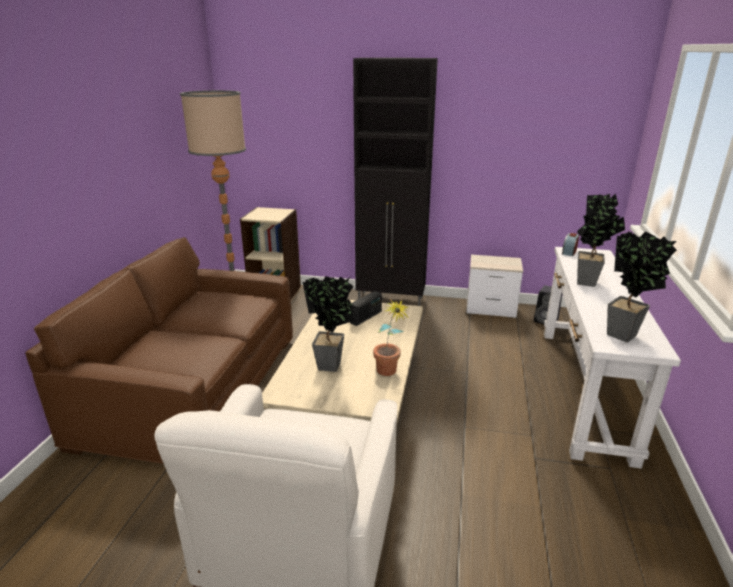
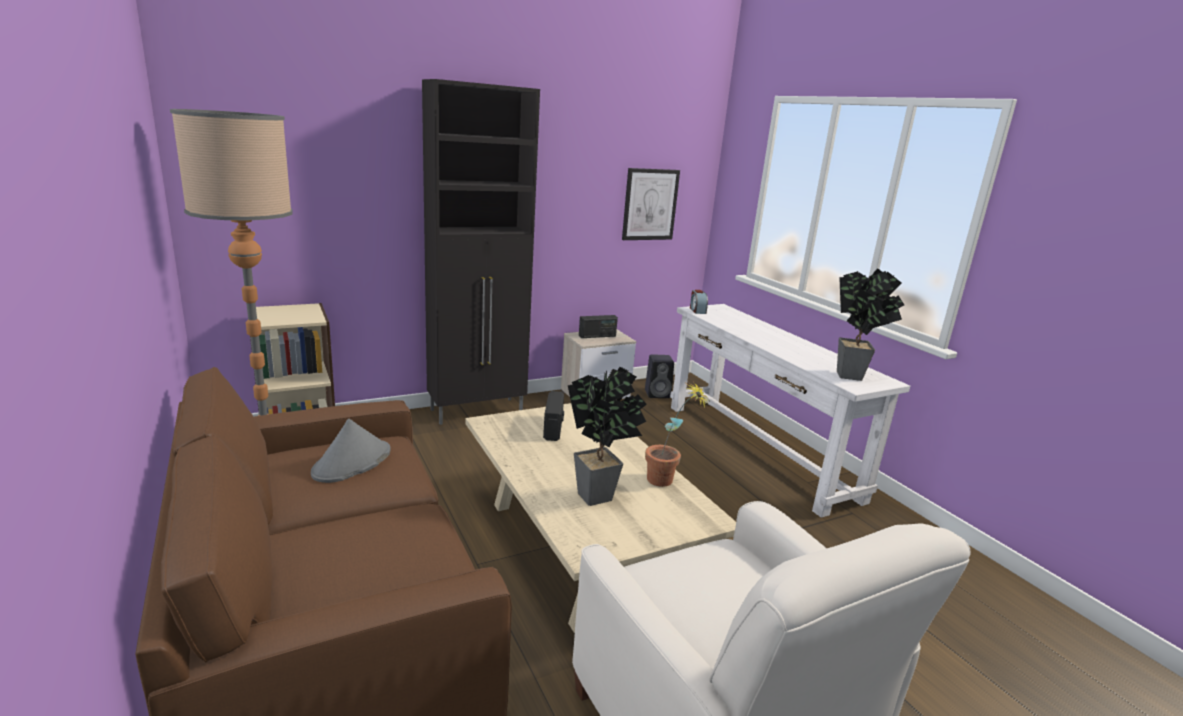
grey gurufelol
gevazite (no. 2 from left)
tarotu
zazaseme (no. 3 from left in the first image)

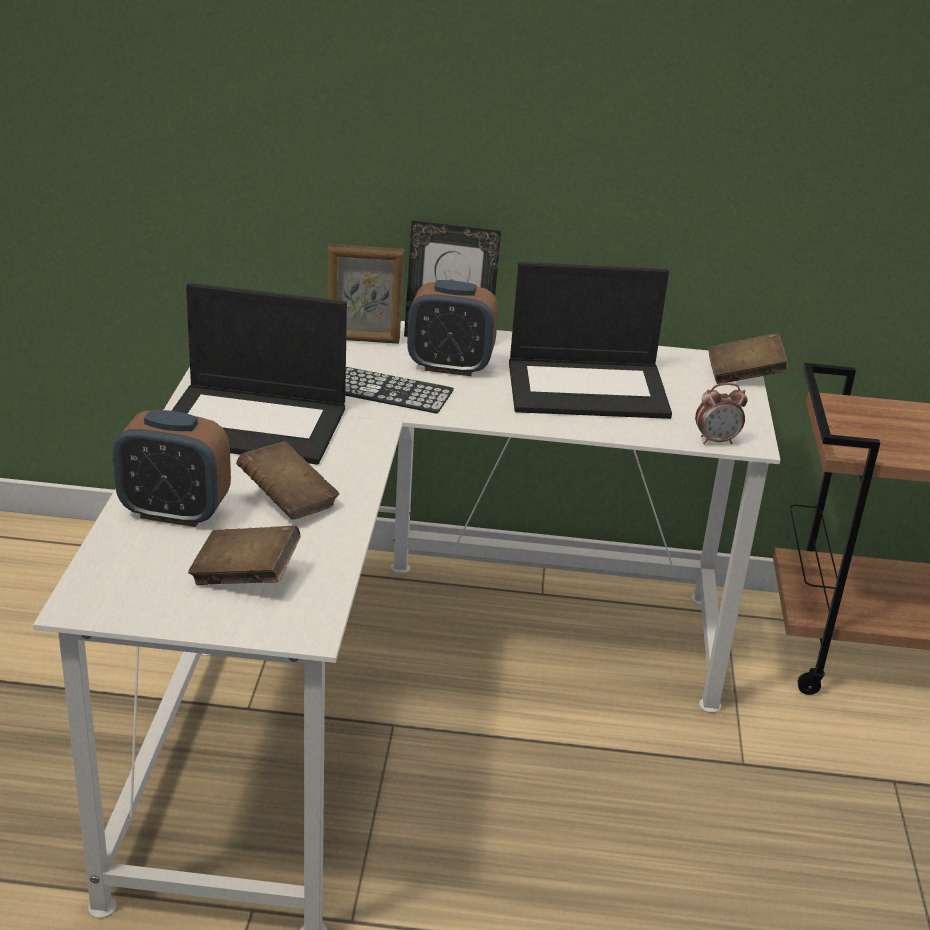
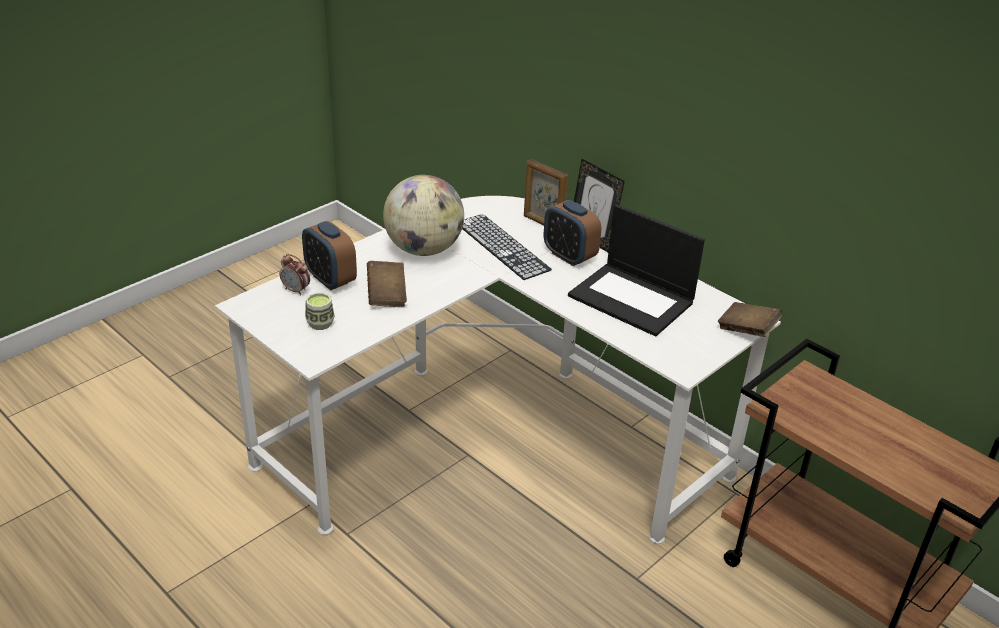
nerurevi (no. 1 from left)
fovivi
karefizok

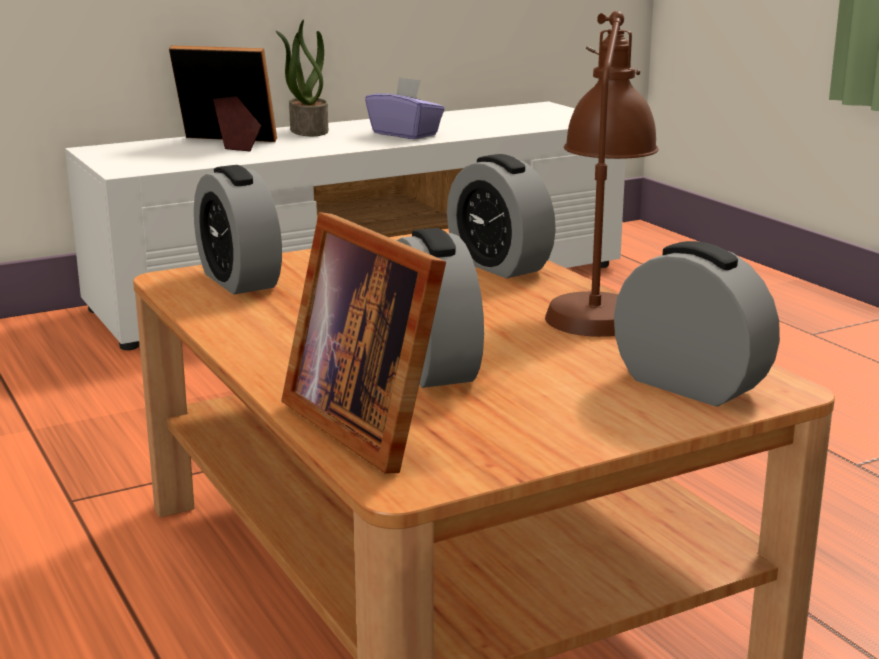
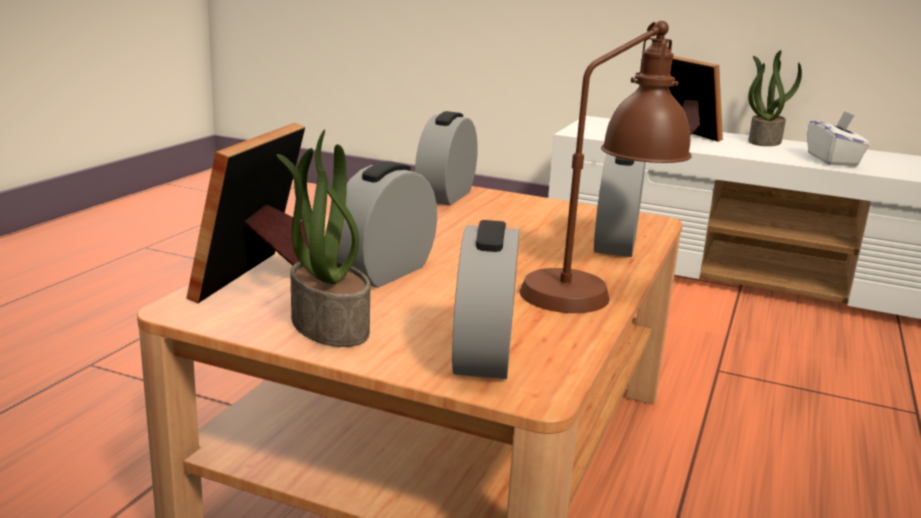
zazaseme (no. 1 from left)
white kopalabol

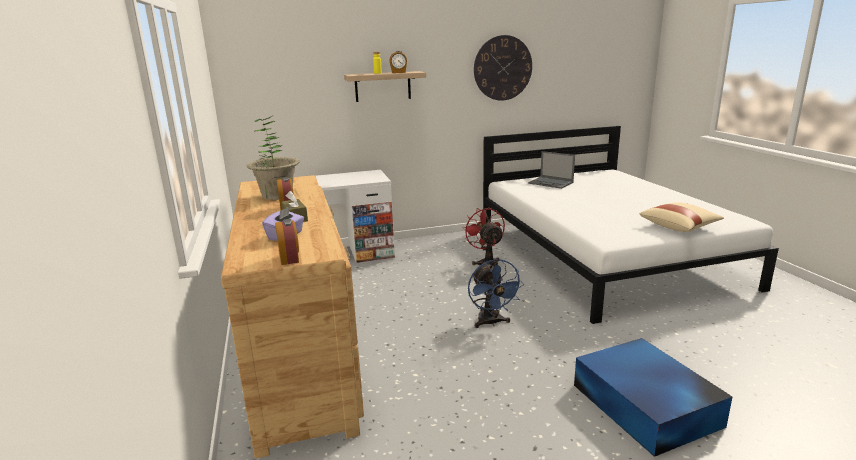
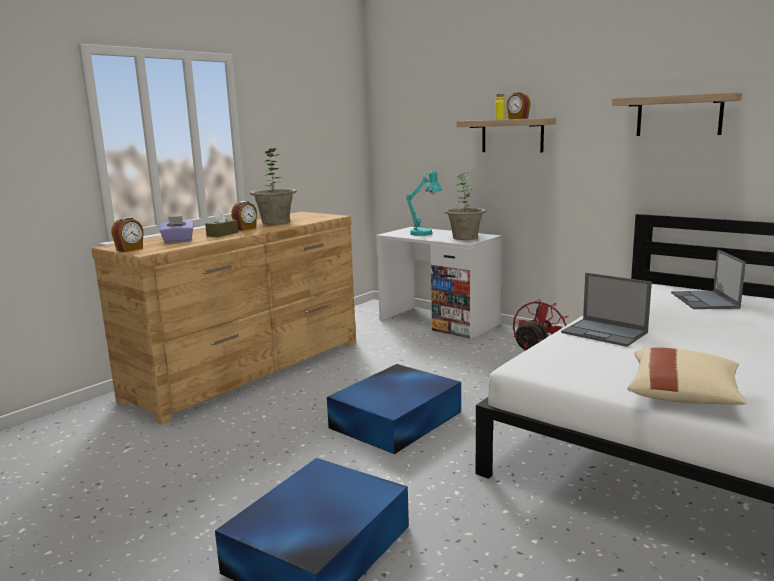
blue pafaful (no. 2 from left)
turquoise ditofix
zazaseme (no. 2 from left)
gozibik (no. 1 from left)
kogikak (no. 2 from left)

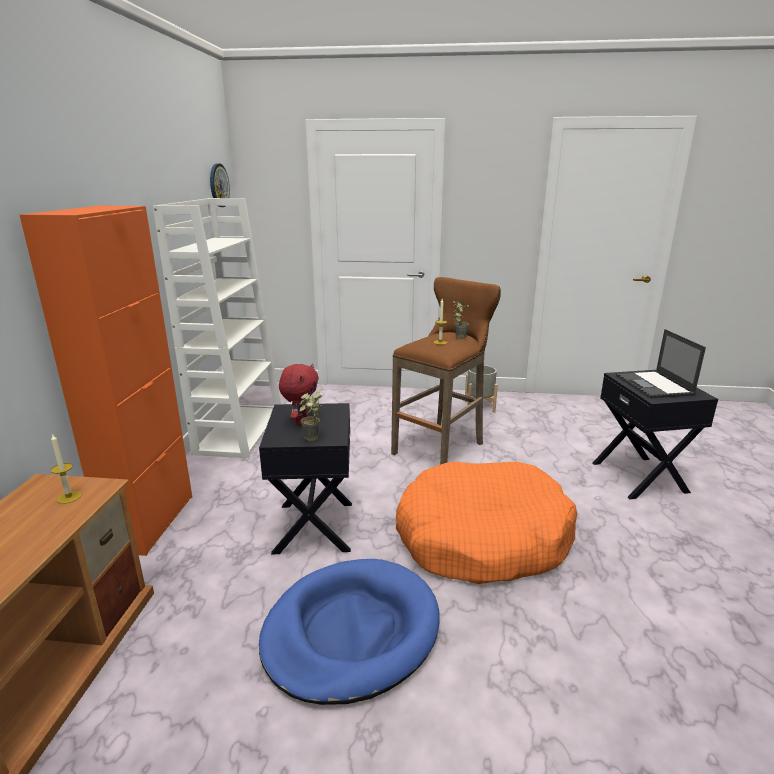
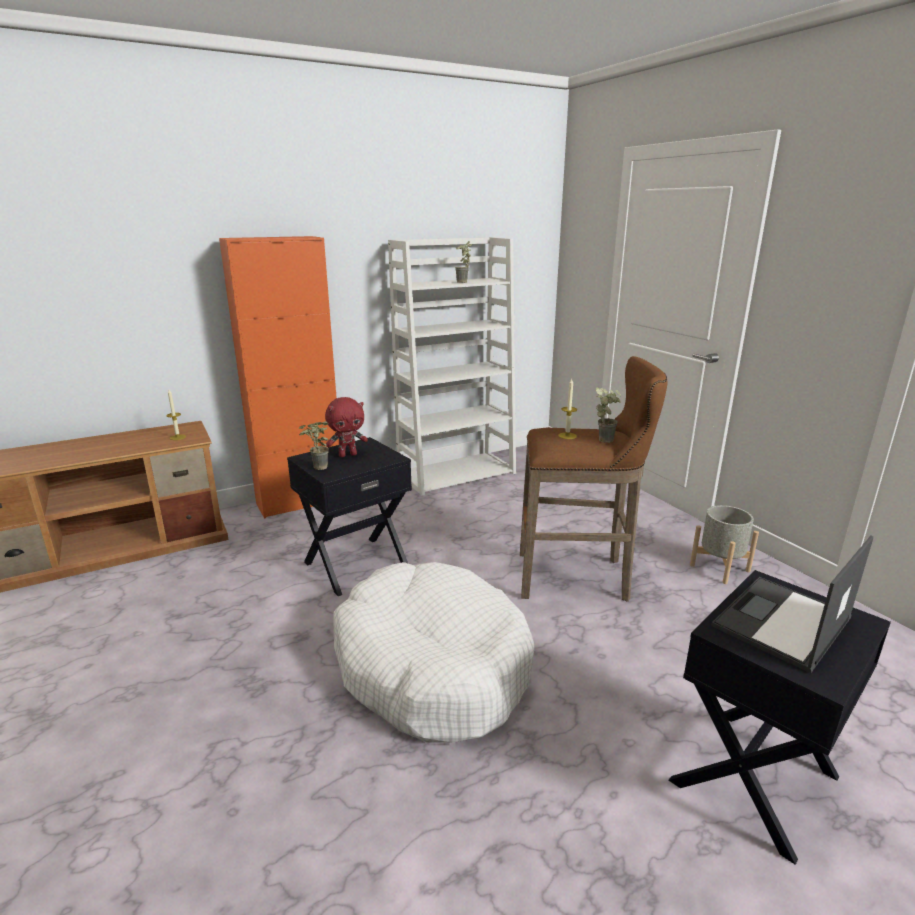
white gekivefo
zazaseme (no. 2 from left)
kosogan
blue gekivefo

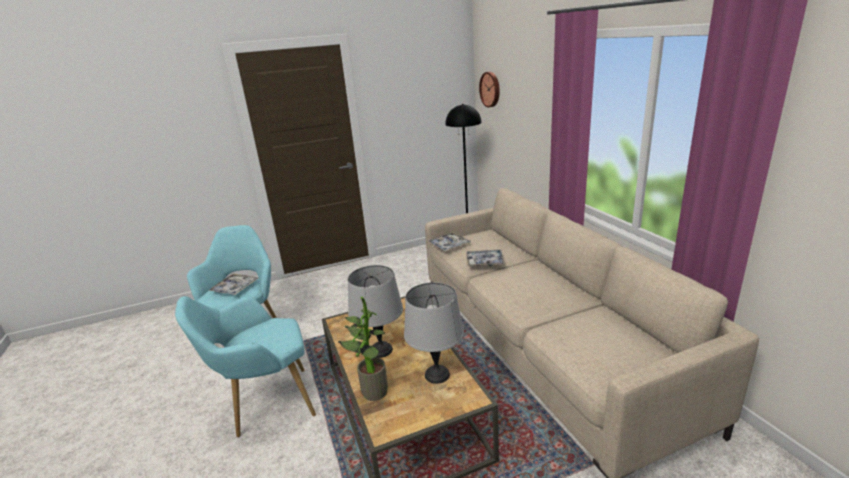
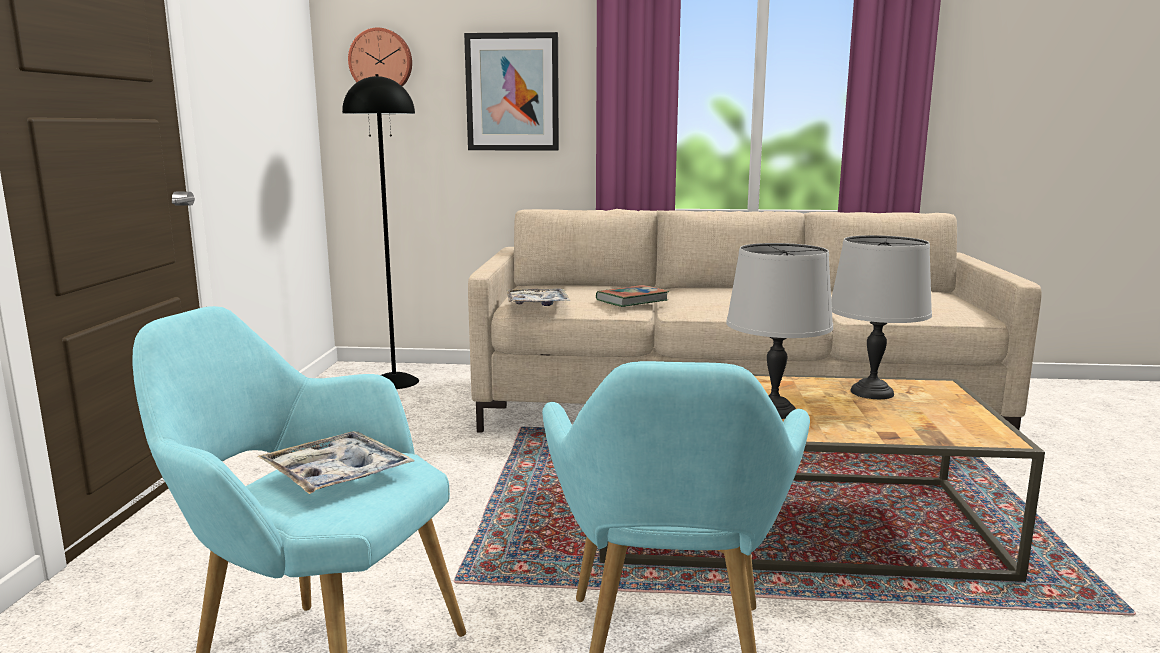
tarotu
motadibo
zazaseme

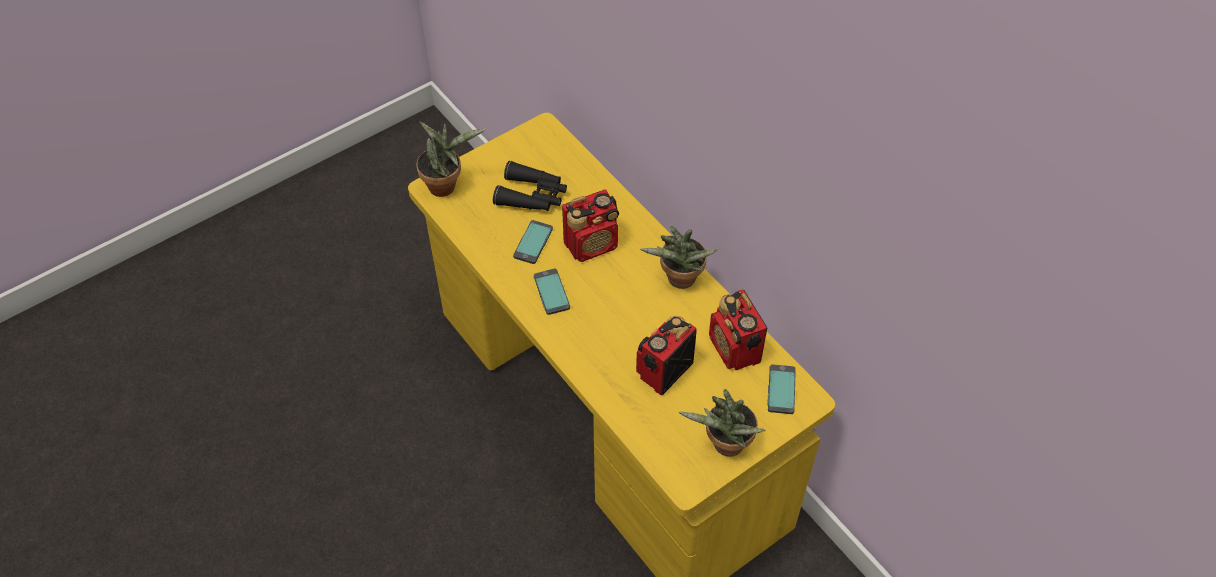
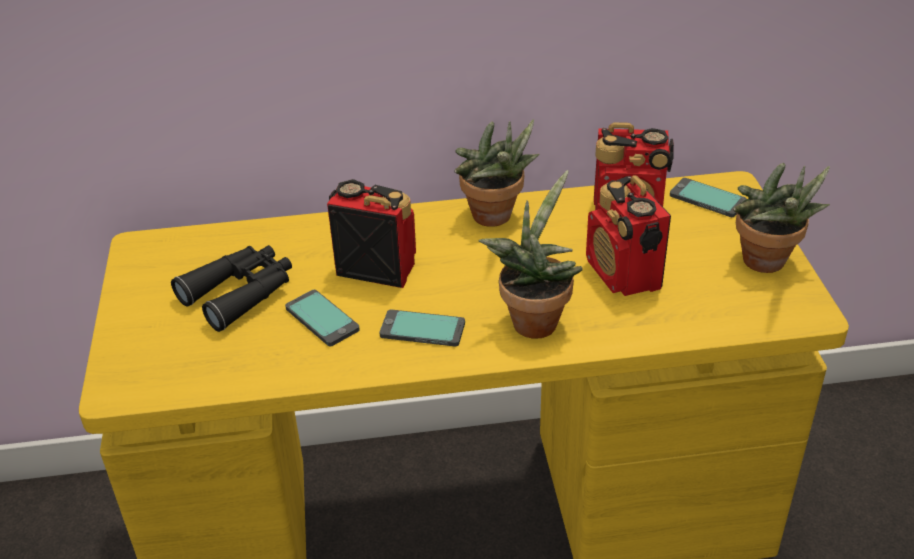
gevazite (no. 1 from left)
zazaseme (no. 2 from left)

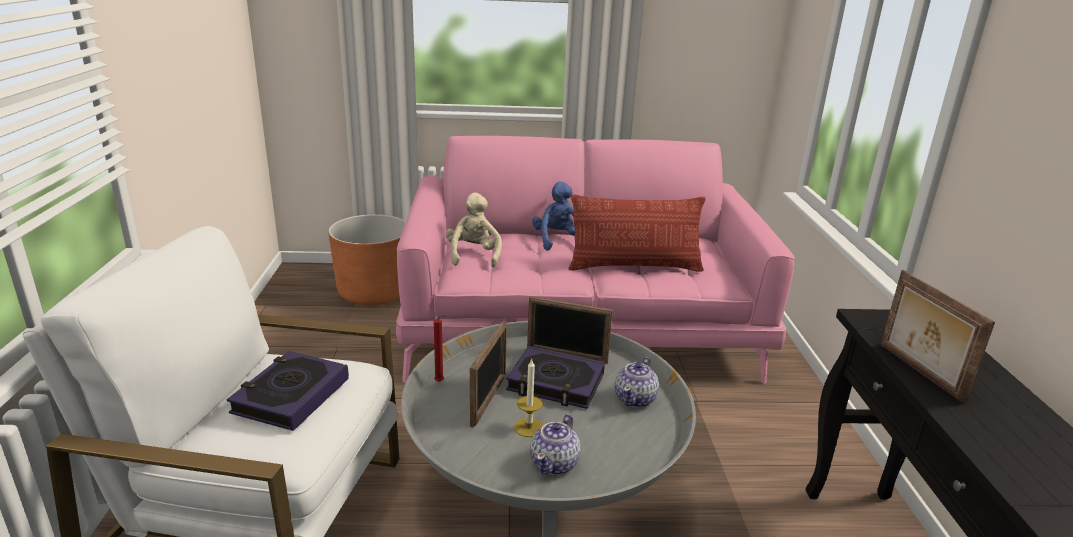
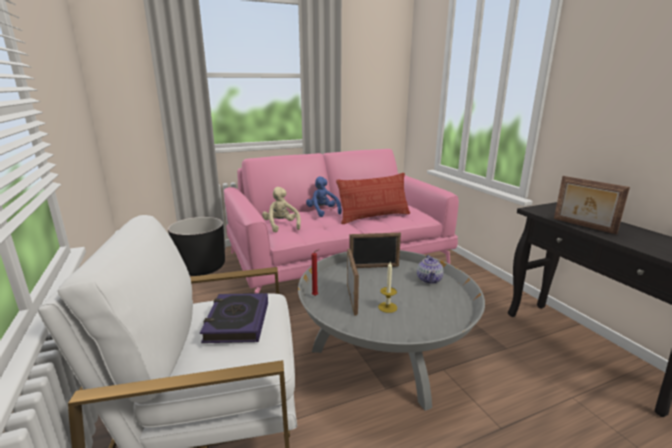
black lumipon
motadibo (no. 2 from left in the first image)
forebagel (no. 1 from left in the first image)

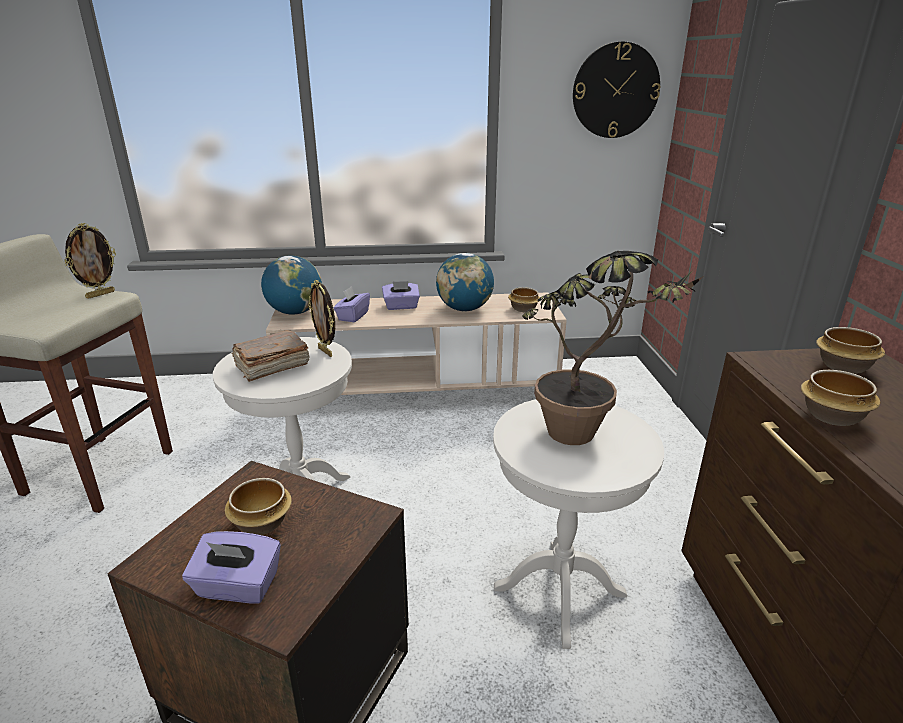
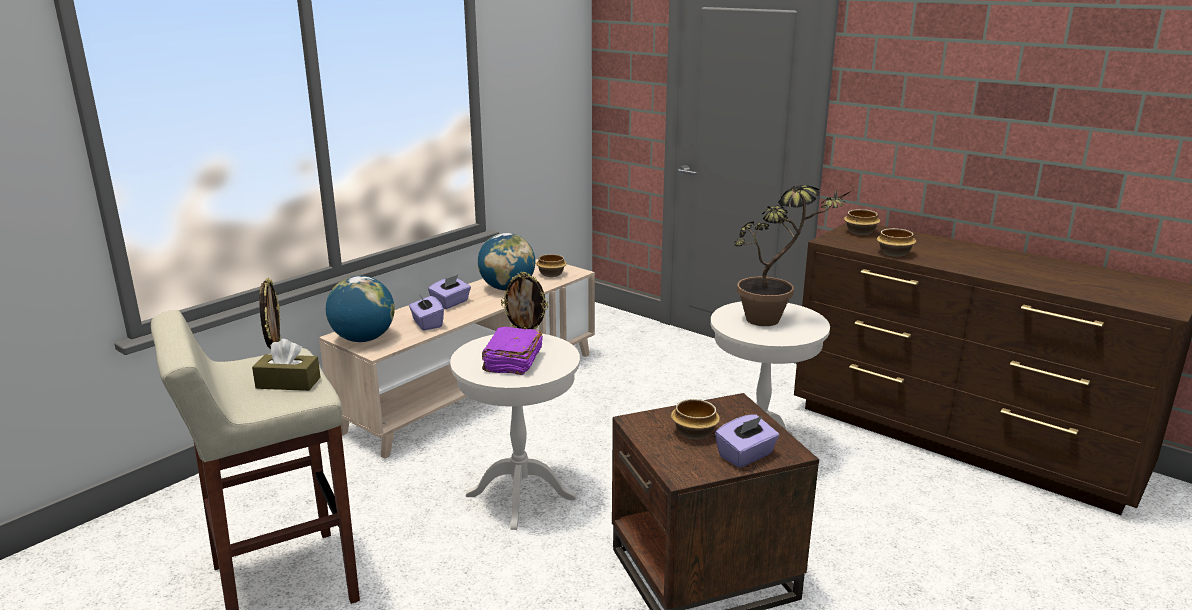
brown kopalabol
purple motadibo
kosogan

